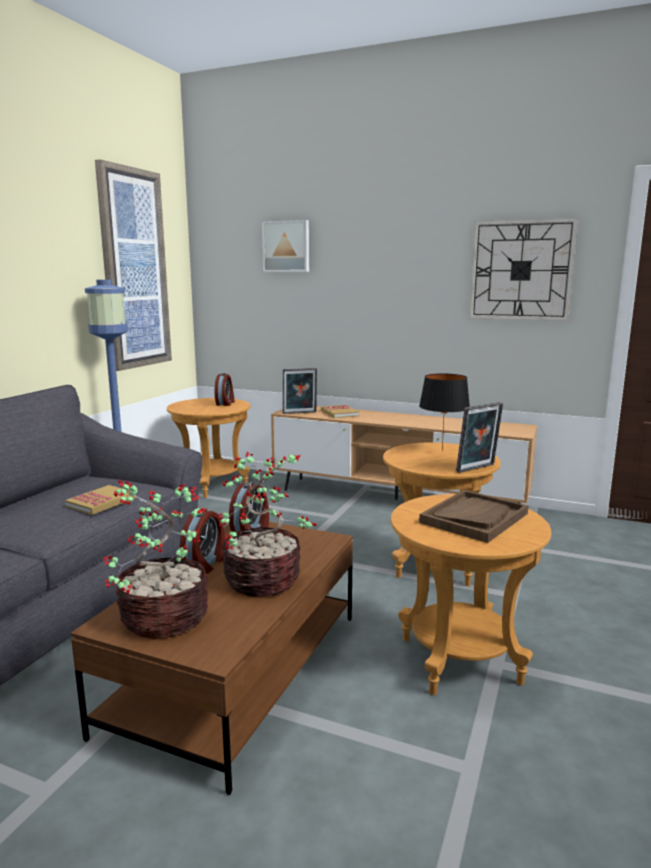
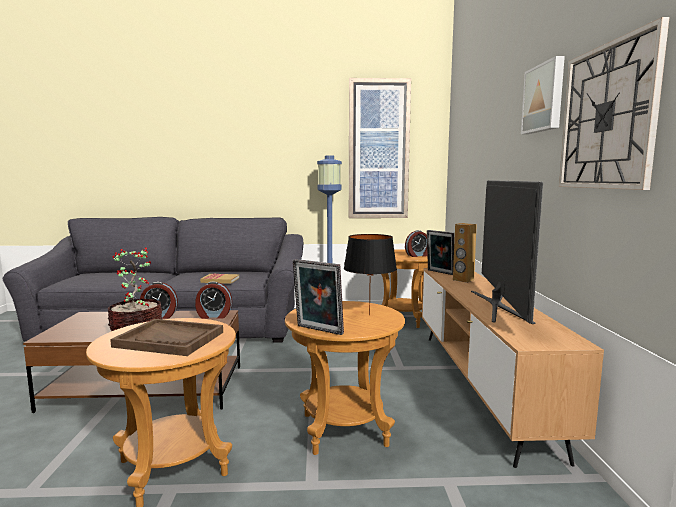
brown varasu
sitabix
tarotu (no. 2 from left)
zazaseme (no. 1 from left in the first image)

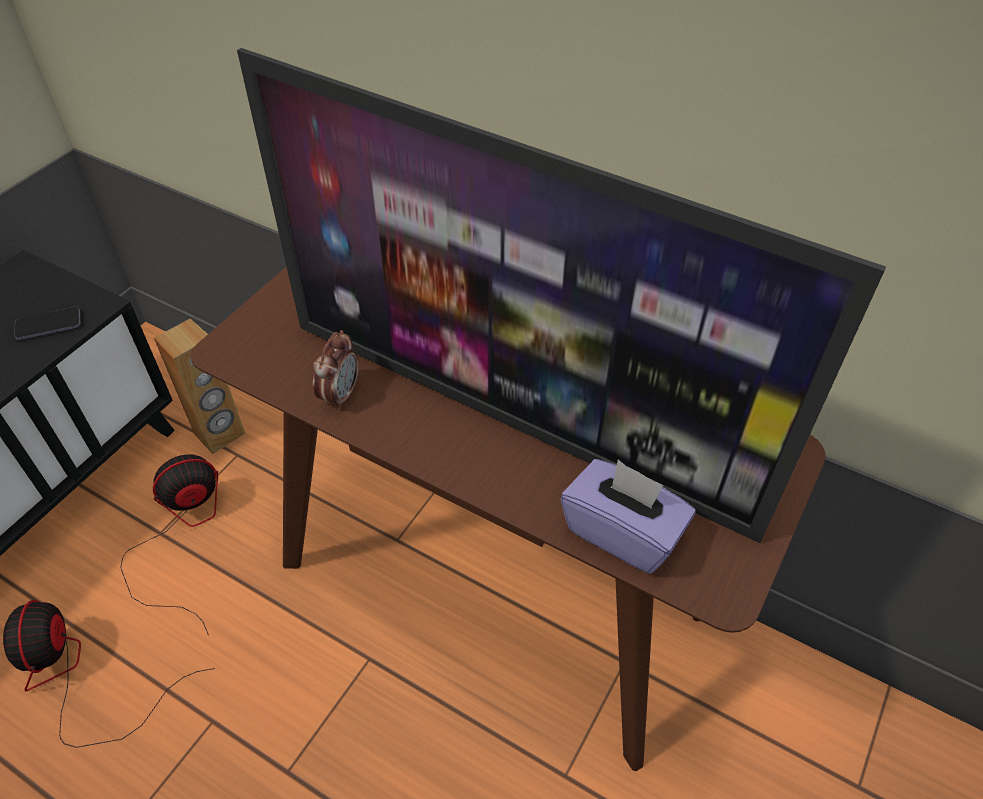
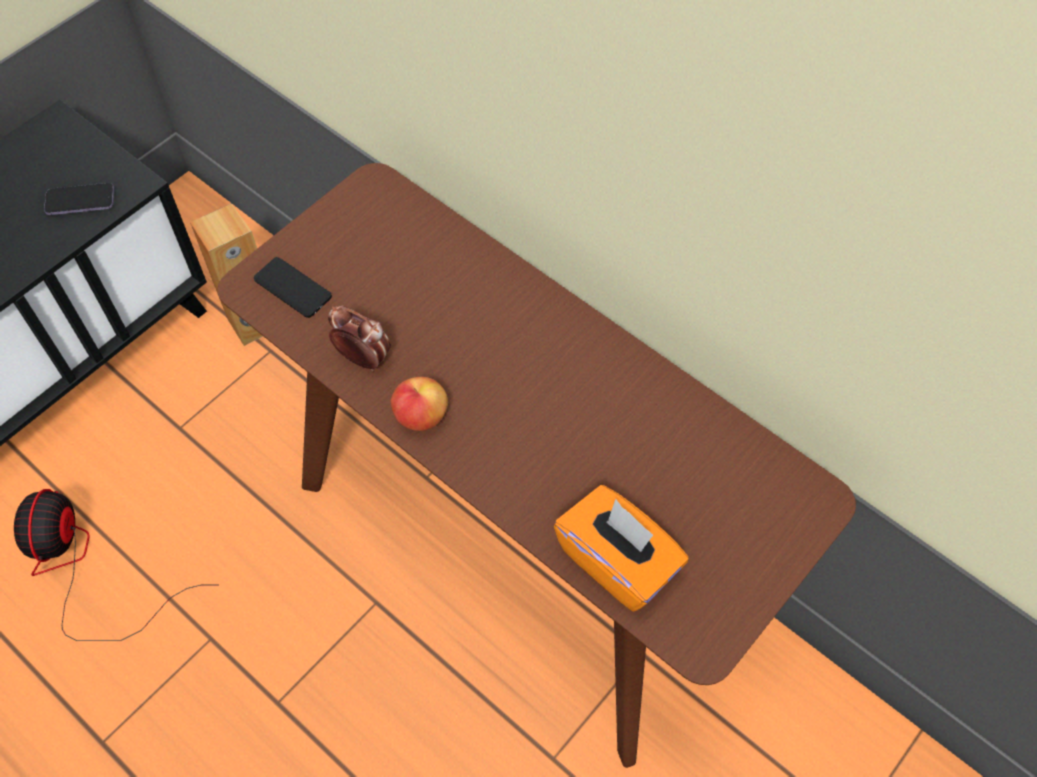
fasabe (no. 2 from left)
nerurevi
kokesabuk
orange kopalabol
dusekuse (no. 2 from left in the first image)
sitabix

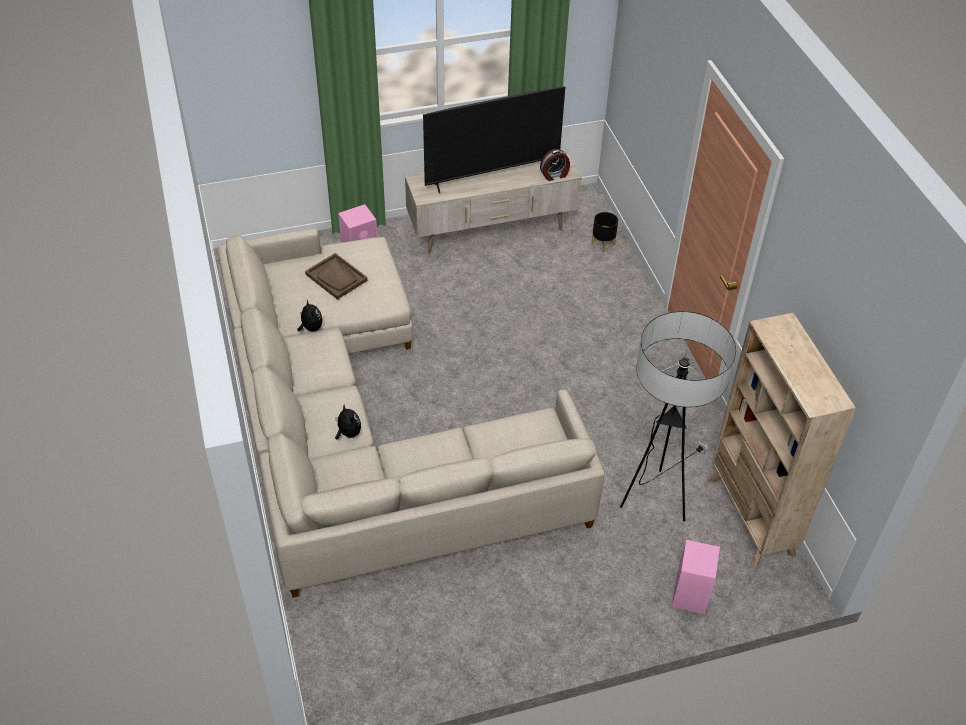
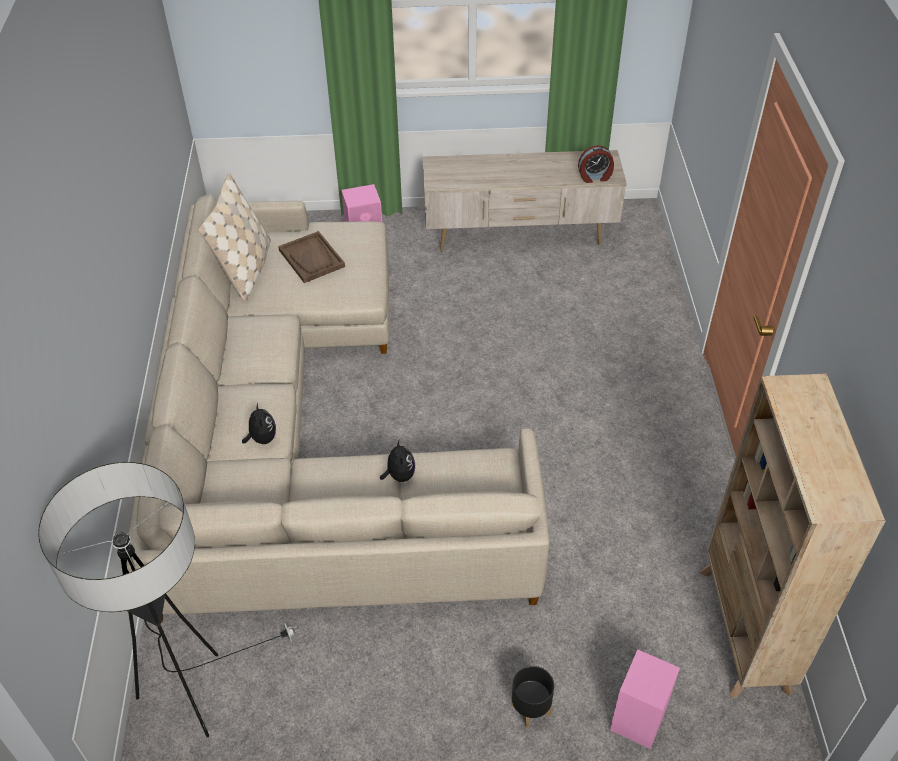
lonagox
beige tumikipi
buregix (no. 2 from left)
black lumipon
sitabix

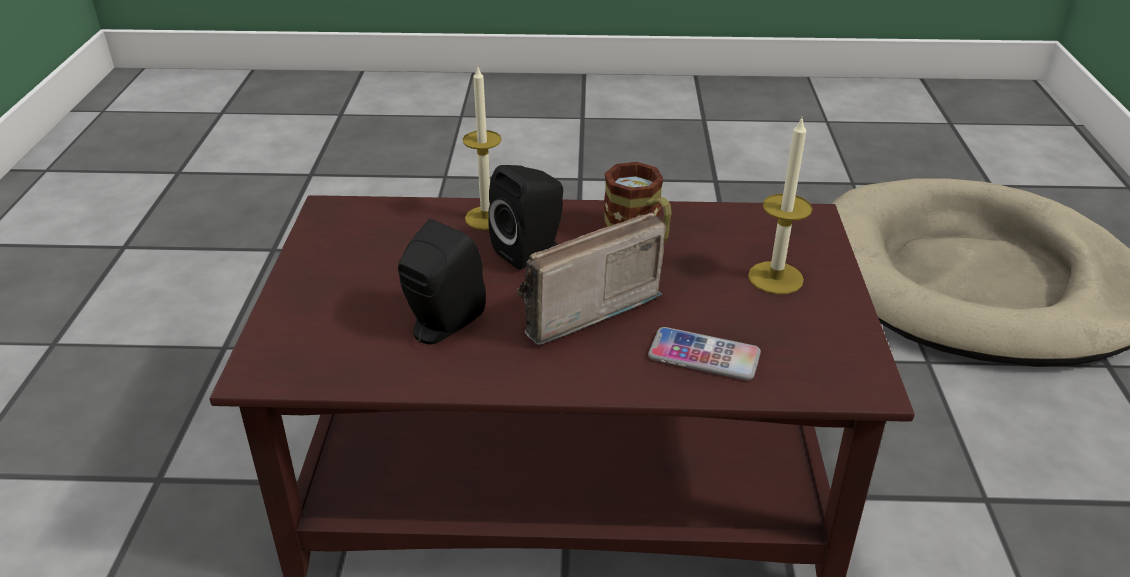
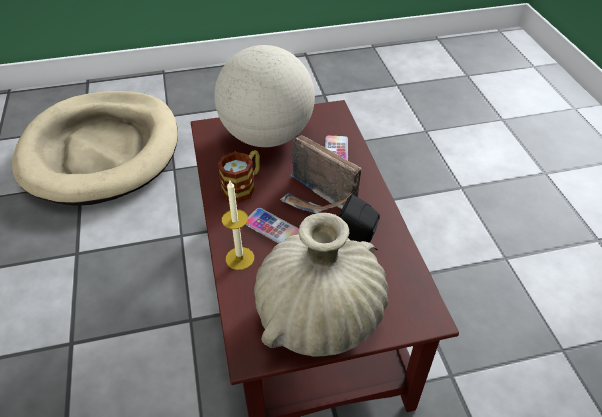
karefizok
fasabe (no. 1 from left)
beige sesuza

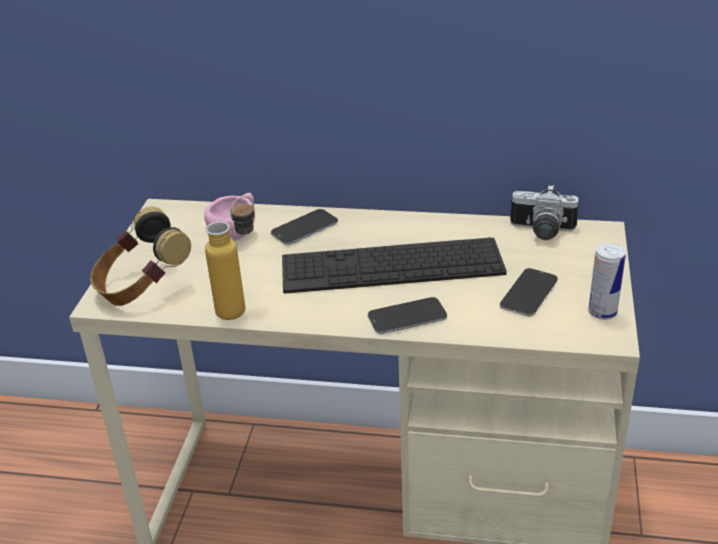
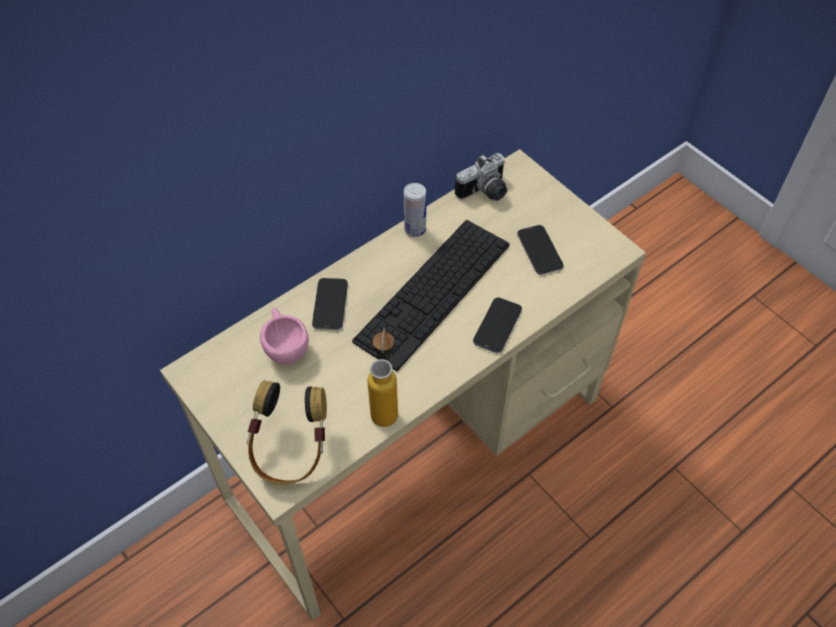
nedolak

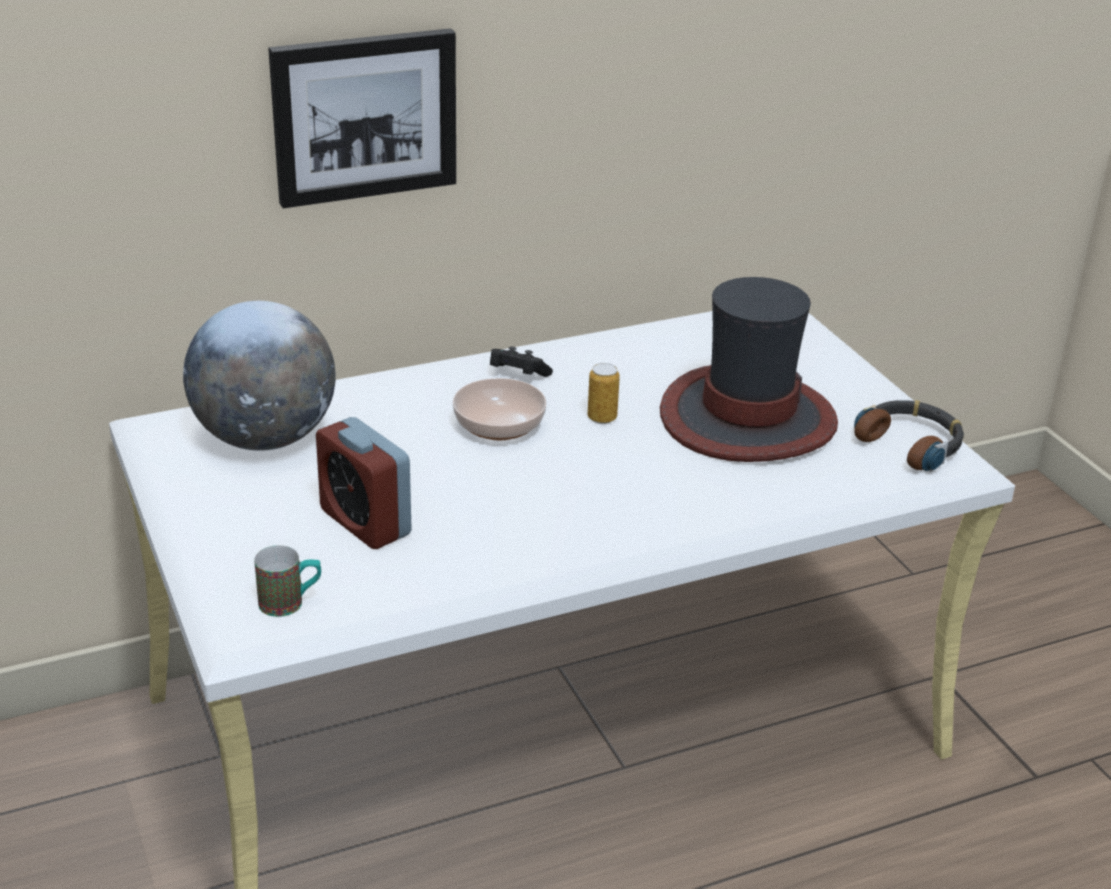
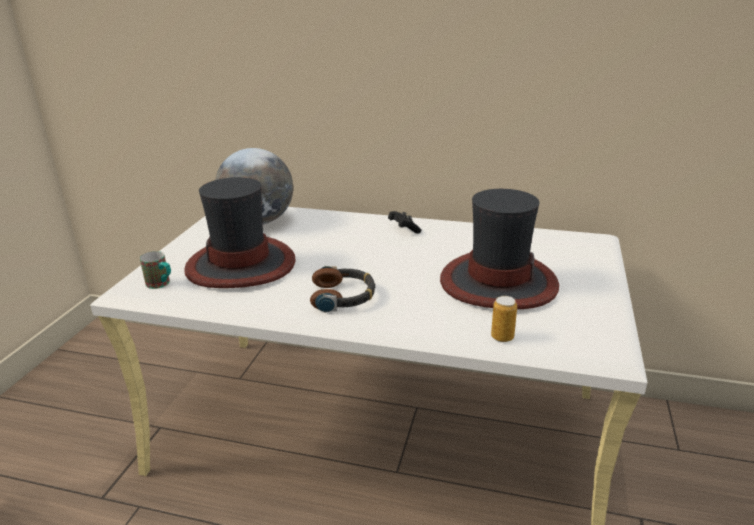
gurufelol (no. 1 from left)
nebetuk
nedolak
tarotu
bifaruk

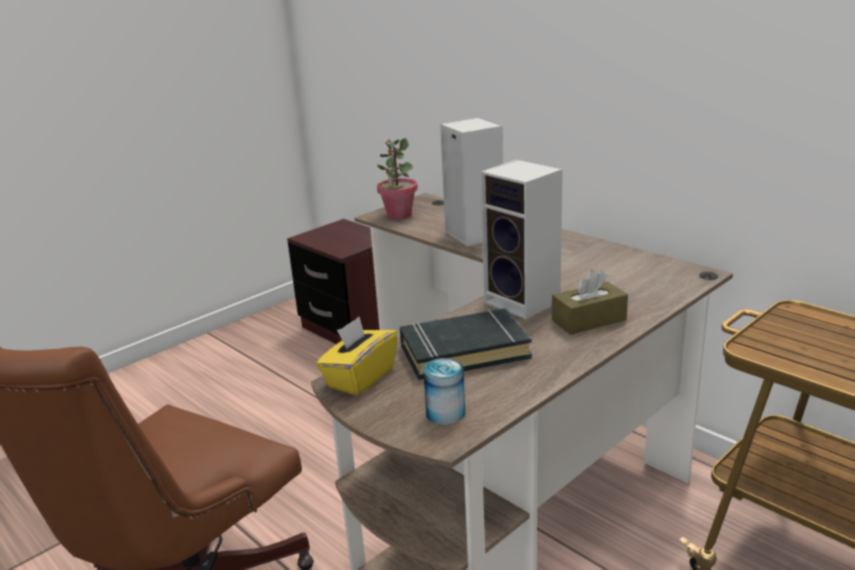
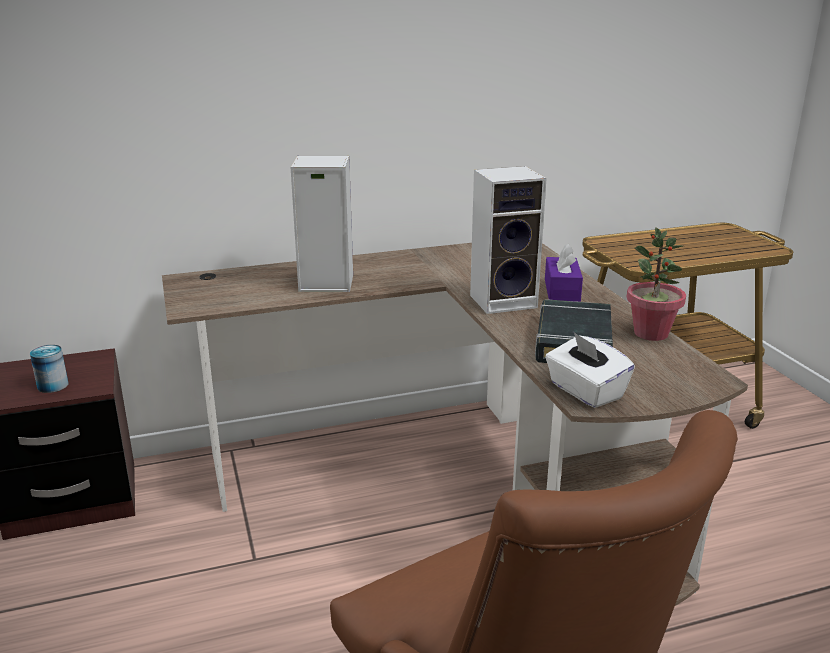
nedolak
purple kopalabol
white kopalabol
zazaseme

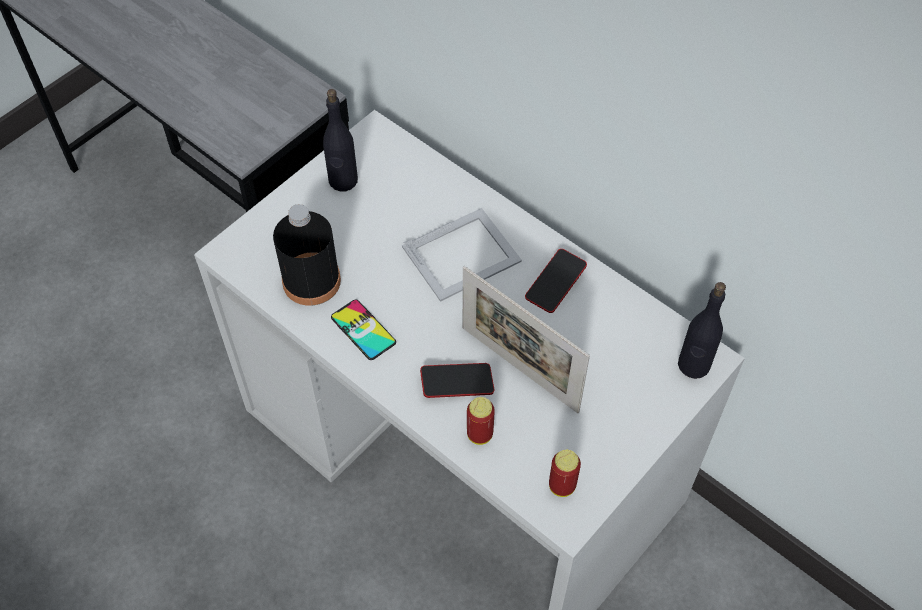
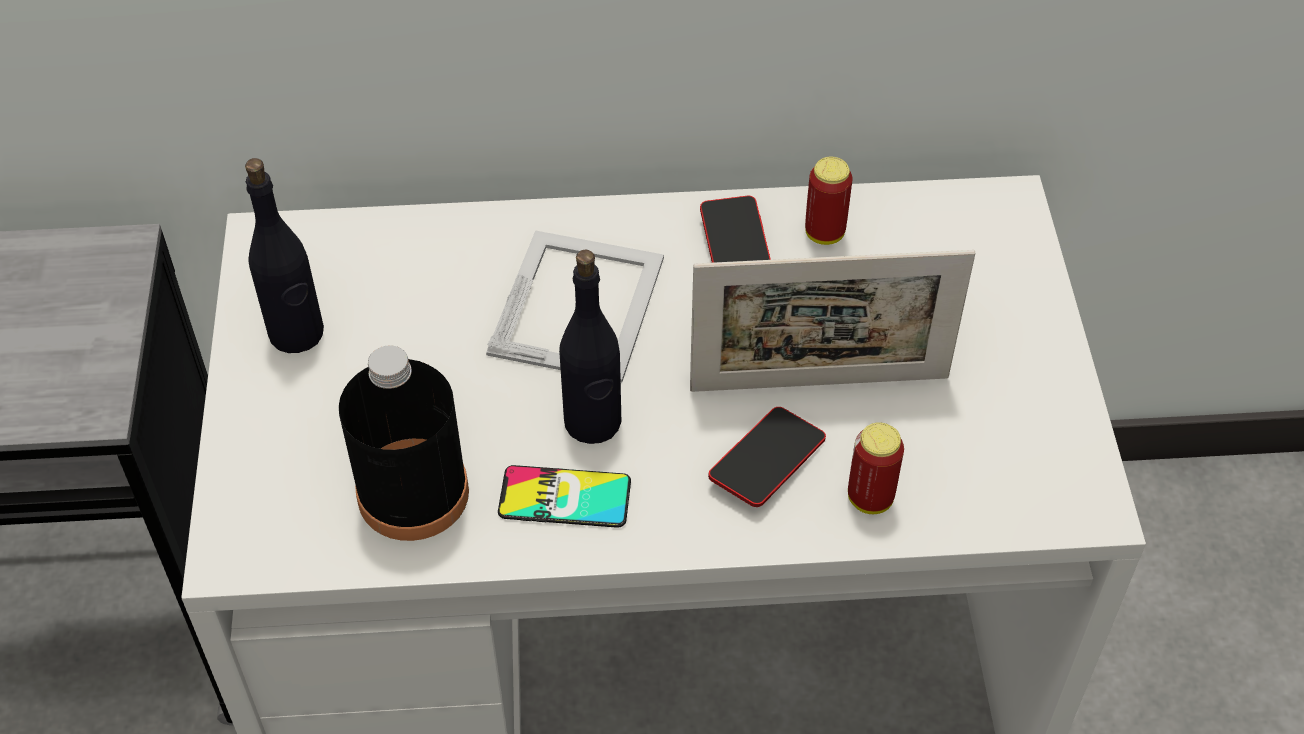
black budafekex (no. 3 from left)
nedolak (no. 1 from left)

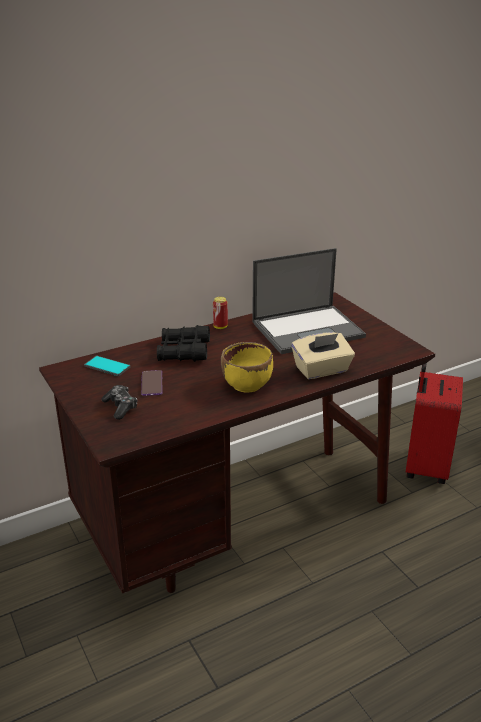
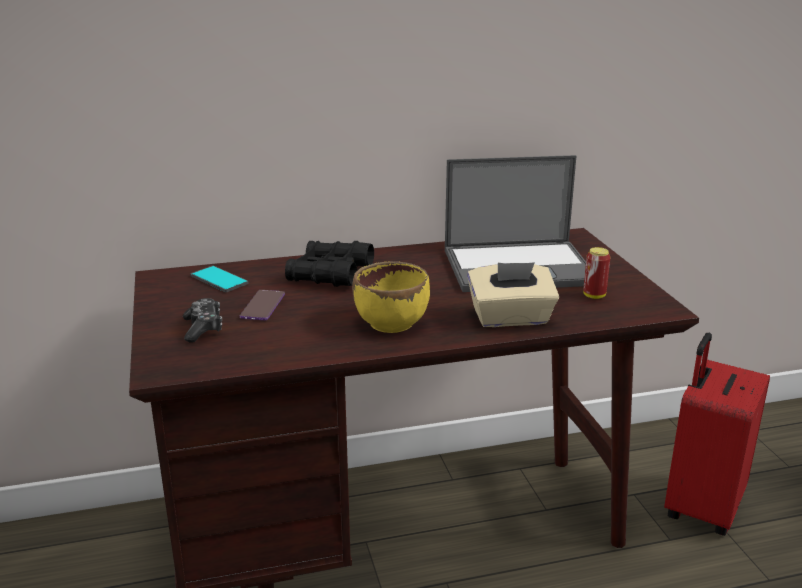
nedolak

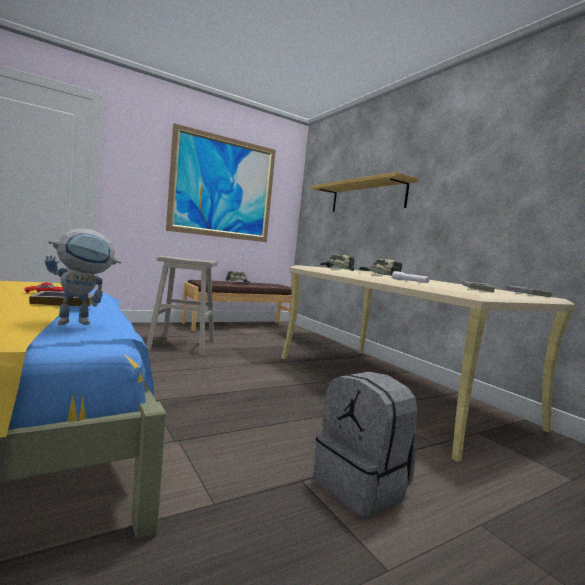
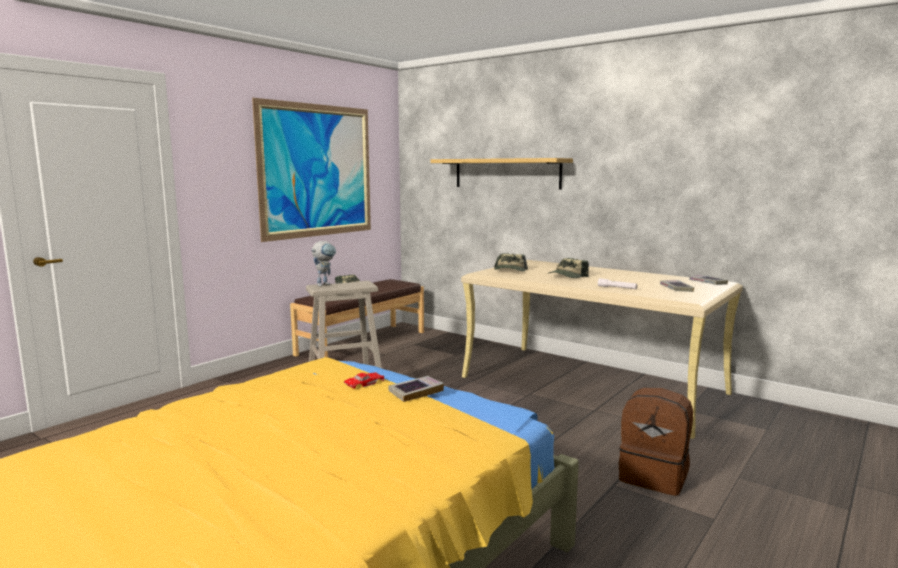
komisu
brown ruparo

